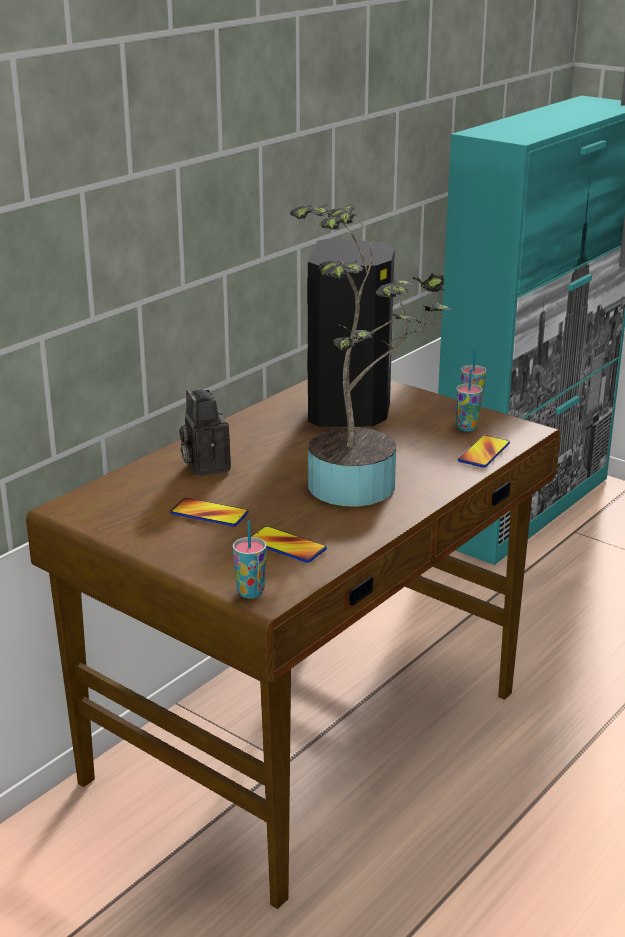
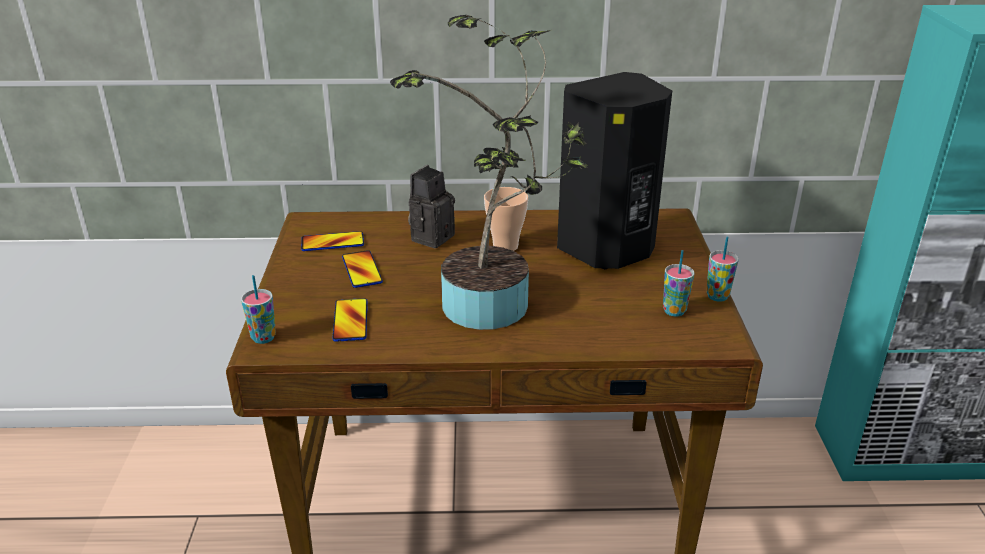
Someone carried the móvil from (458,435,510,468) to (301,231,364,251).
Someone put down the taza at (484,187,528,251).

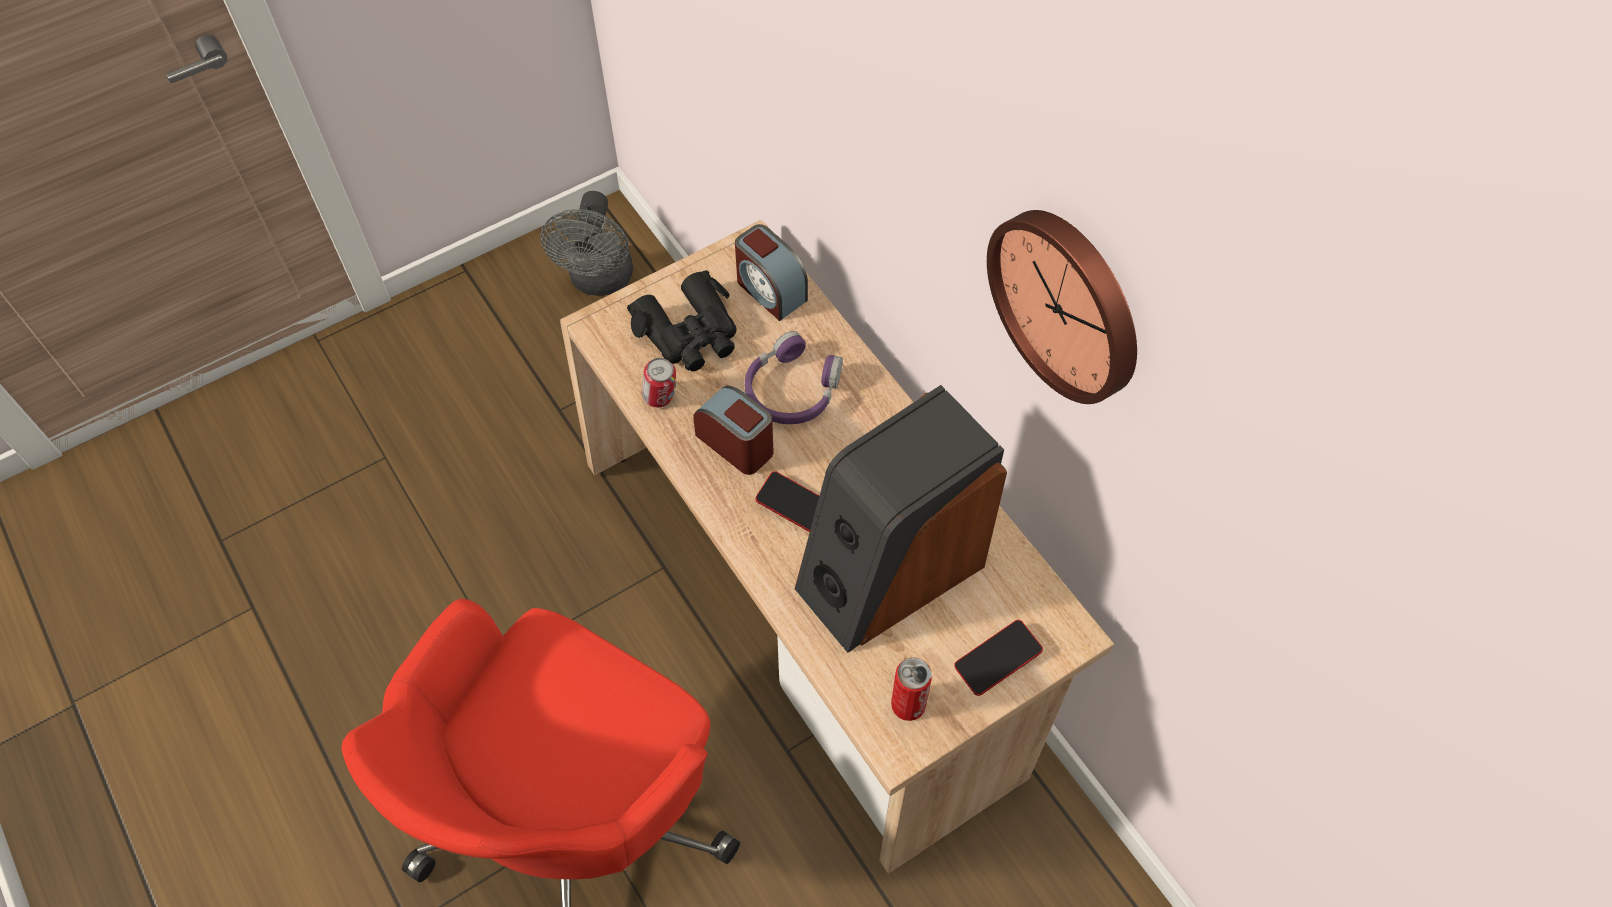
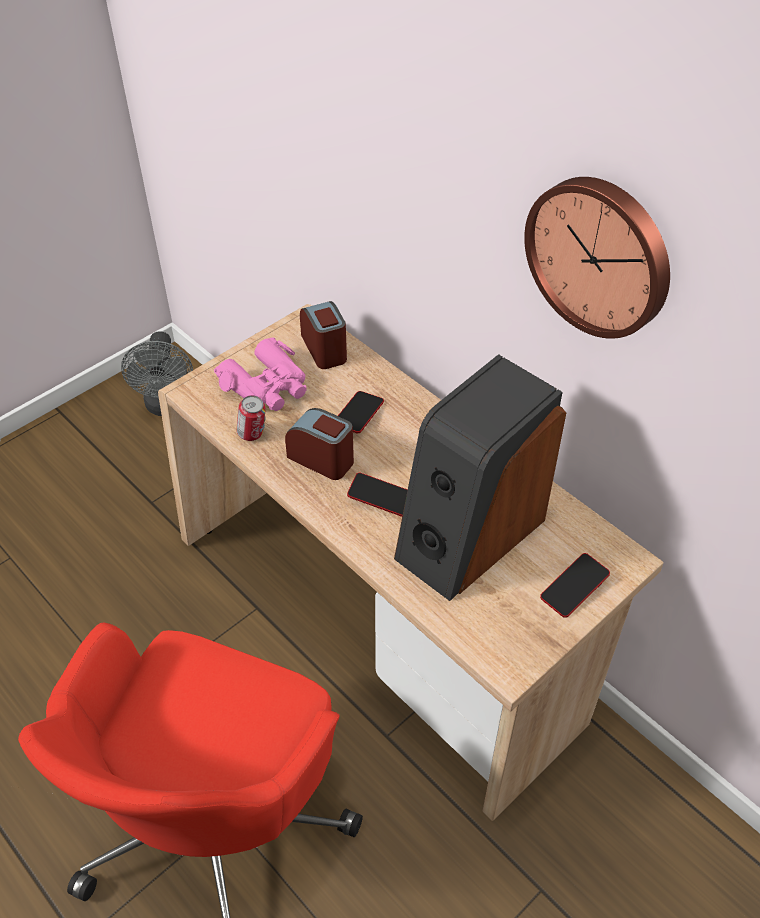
Someone repainted the prismáticos [negro] at (627,270,737,371), which became the prismáticos [rosa] at (214,337,307,411).
Someone rotated the despertador at (735,224,808,321) by 150 degrees counterclockwise.
Someone swapped the auriculares [morado] at (745,331,843,424) for the móvil at (338,391,384,433).
Someone took away the lata at (891,657,932,721).

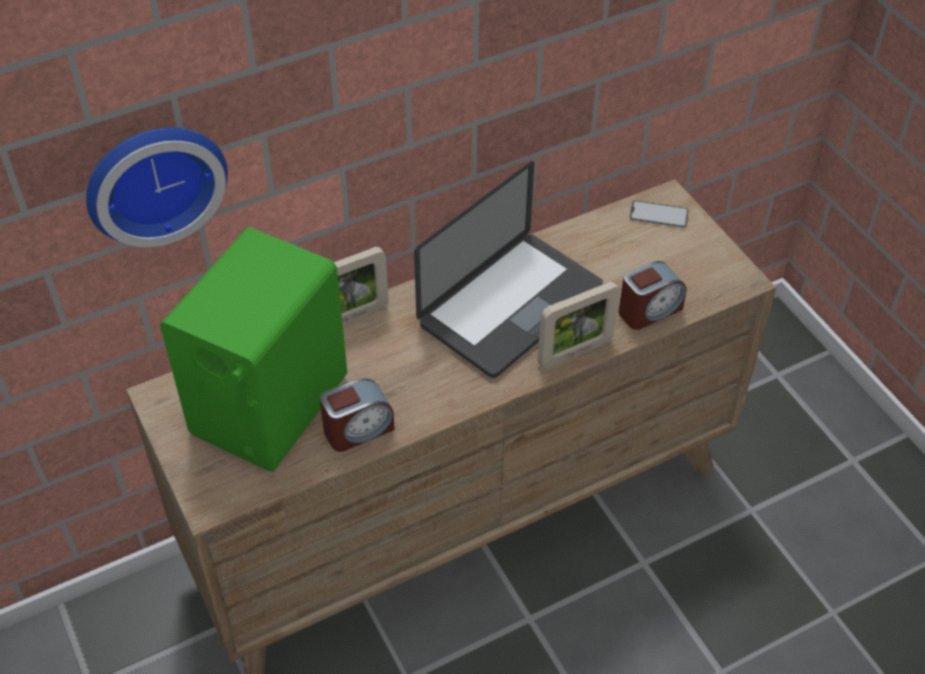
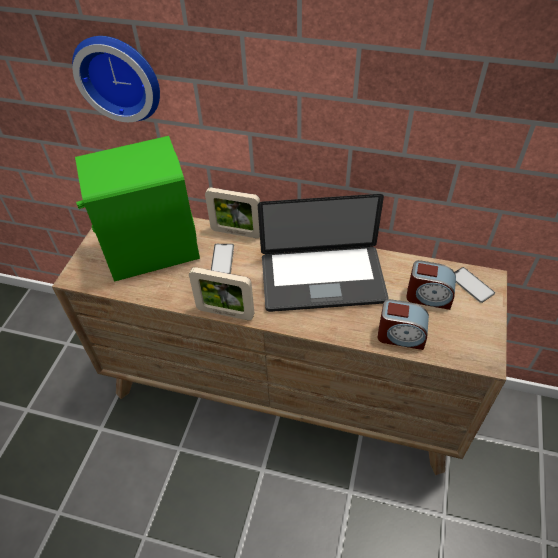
Someone carried the portarretratos from (538,281,620,368) to (189,267,254,320).
Someone put down the móvil at (211,244,234,274).
Someone carried the despertador from (320,378,395,452) to (406,260,456,310).

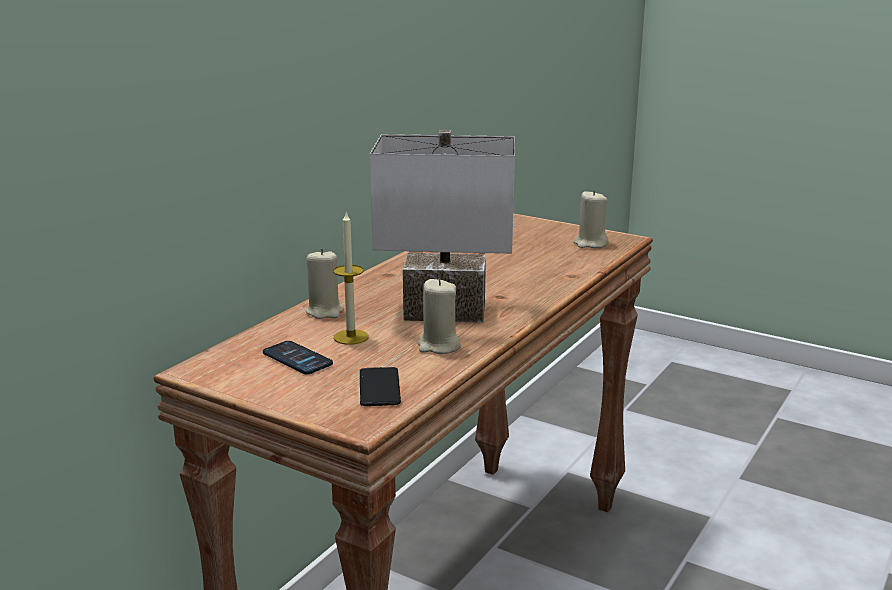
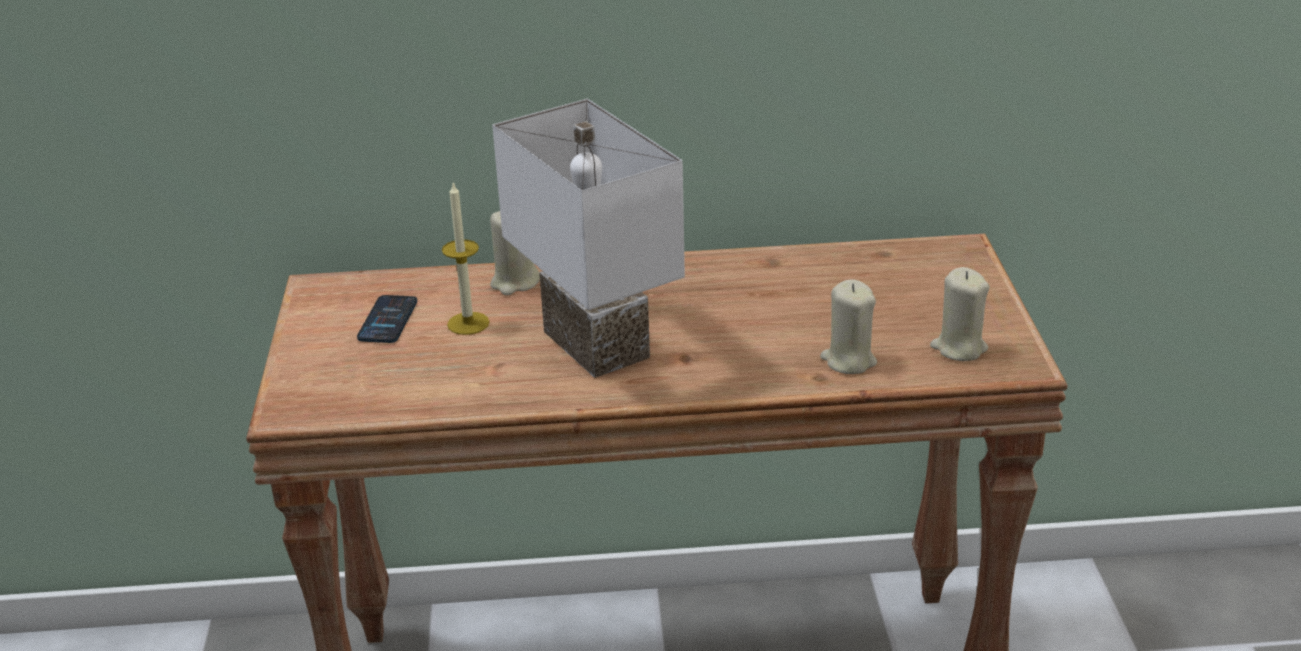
Someone carried the vela [beis] from (418,279,461,354) to (820,279,877,374).
Someone took away the móvil at (360,367,401,406).

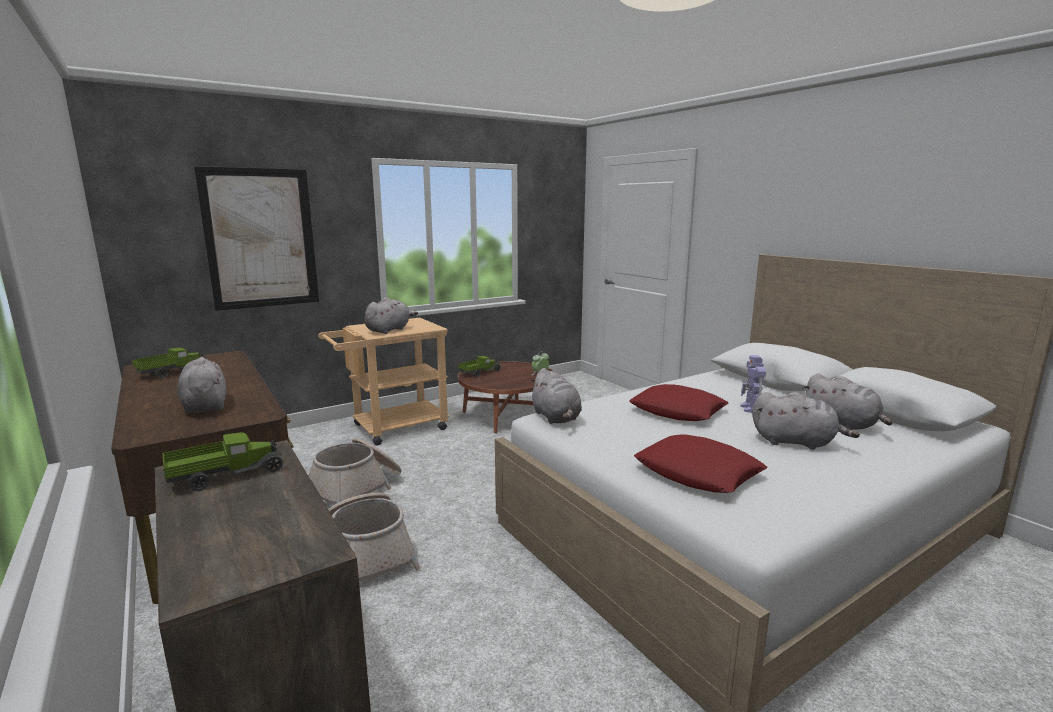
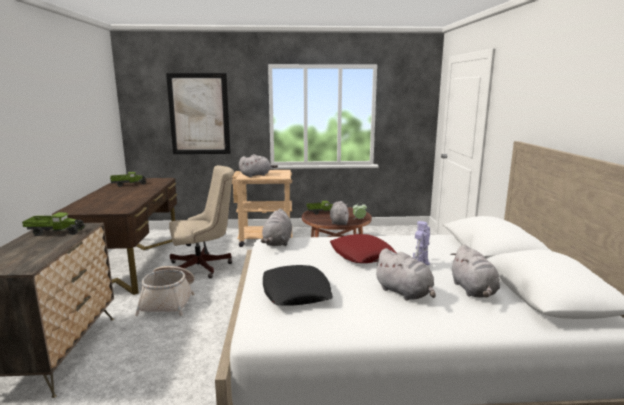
Someone swapped the cesta at (308,438,401,505) for the silla de oficina [beis] at (169,165,234,278).
Someone repainted the cojín [rojo] at (634,435,767,493), which became the cojín [negro] at (263,265,333,306).
Someone carried the peluche [gris] from (177,357,226,414) to (330,201,349,225).

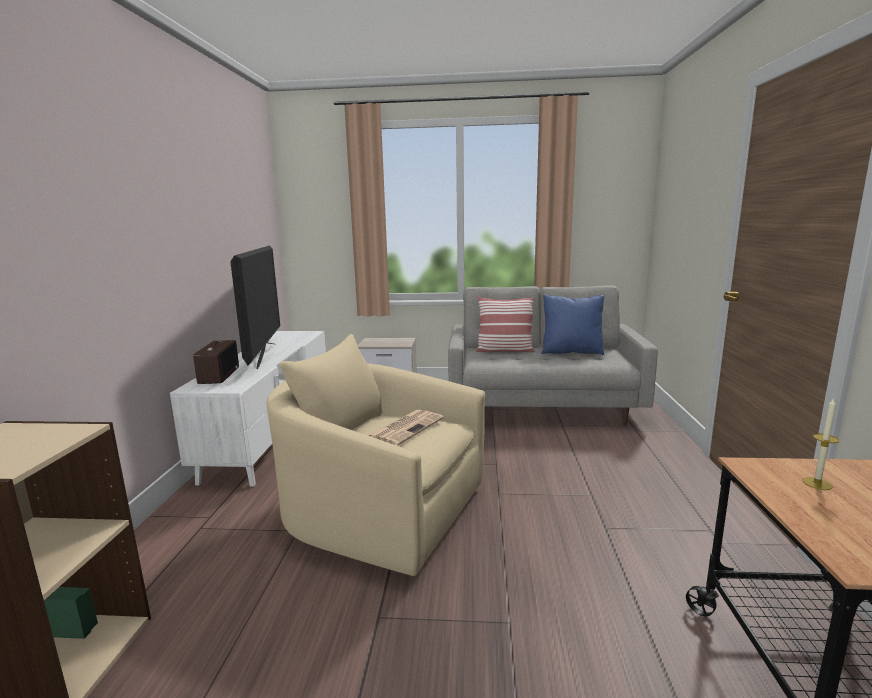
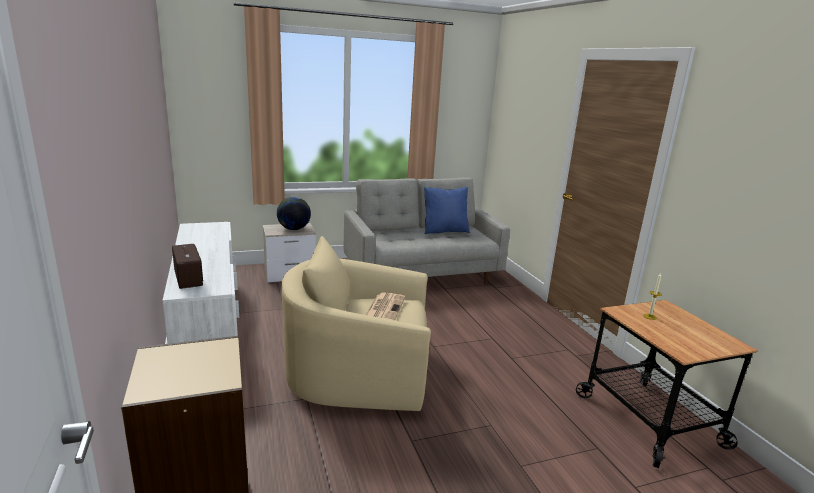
Someone put down the globo terráqueo at (277,197,311,230).
Someone took away the televisor at (230,246,280,369).
Someone took away the cojín at (476,297,535,352).

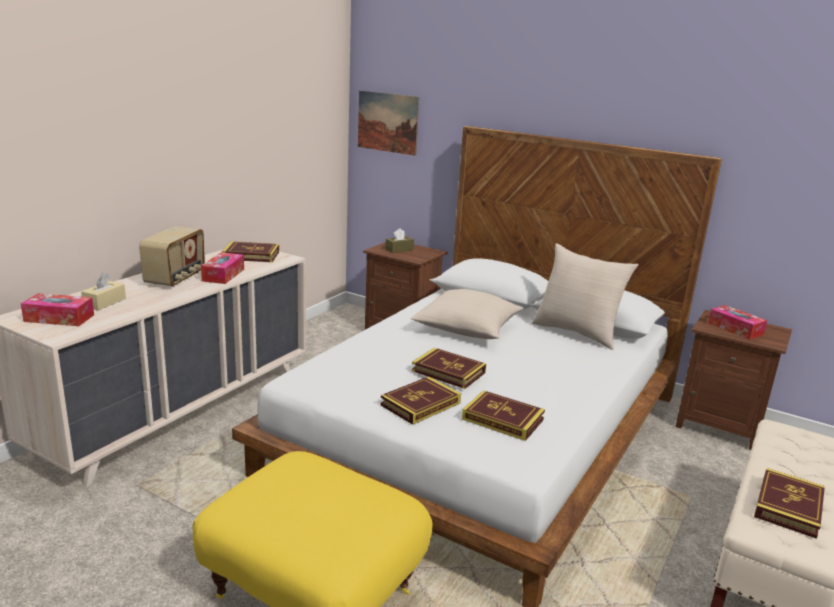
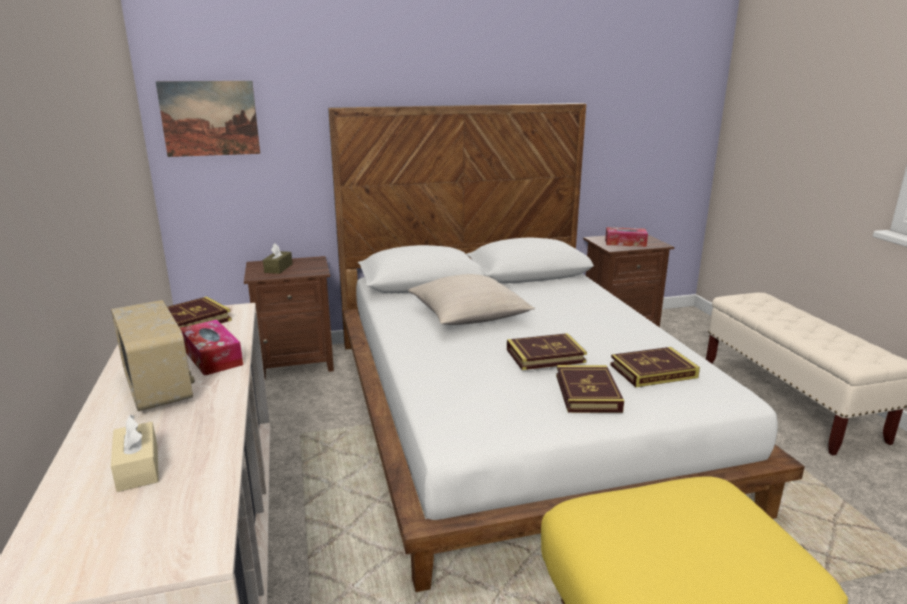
Someone took away the caja de pañuelos at (21,293,94,326).
Someone took away the cojín [beis] at (532,243,639,350).
Someone took away the libro at (754,468,825,539).

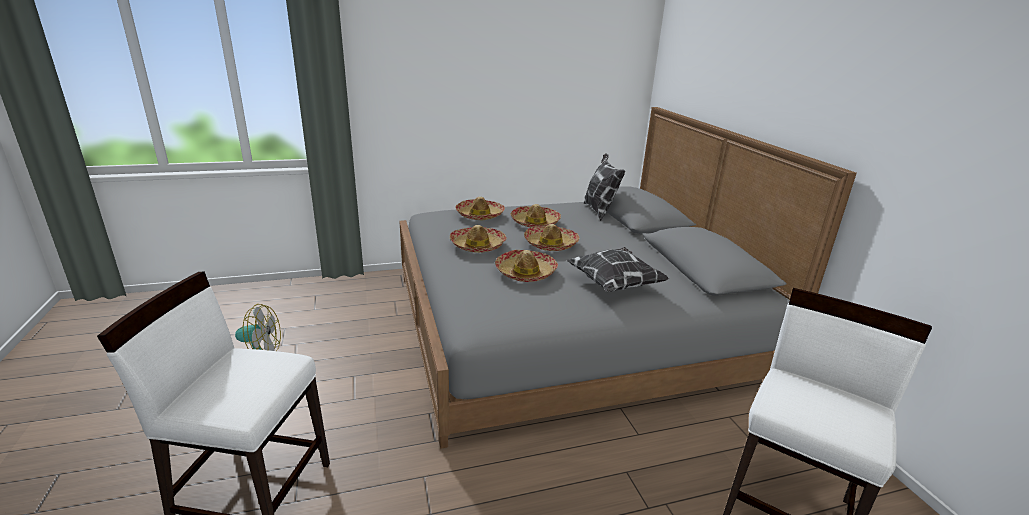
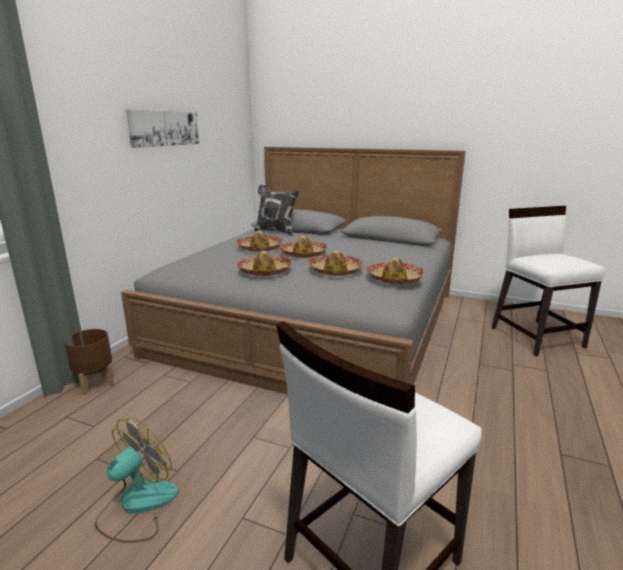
Someone put down the maceta [marrón] at (64,329,114,395).
Someone put up the cuadro at (126,109,199,148).
Someone carried the sombrero from (456,197,505,220) to (366,258,425,285).
Someone took away the cojín at (567,247,669,292).

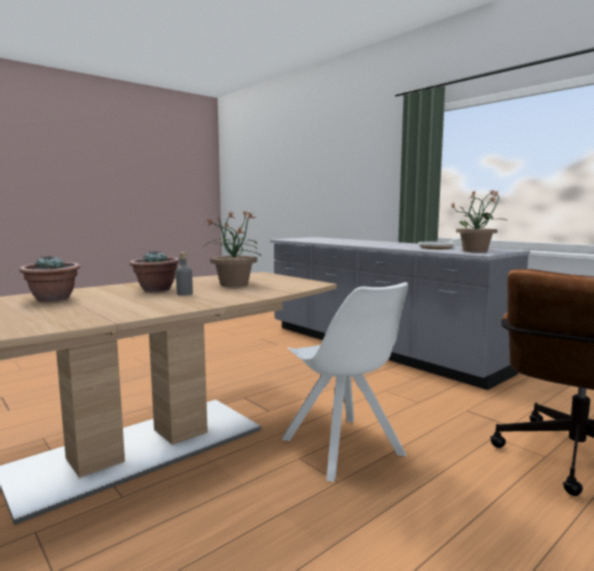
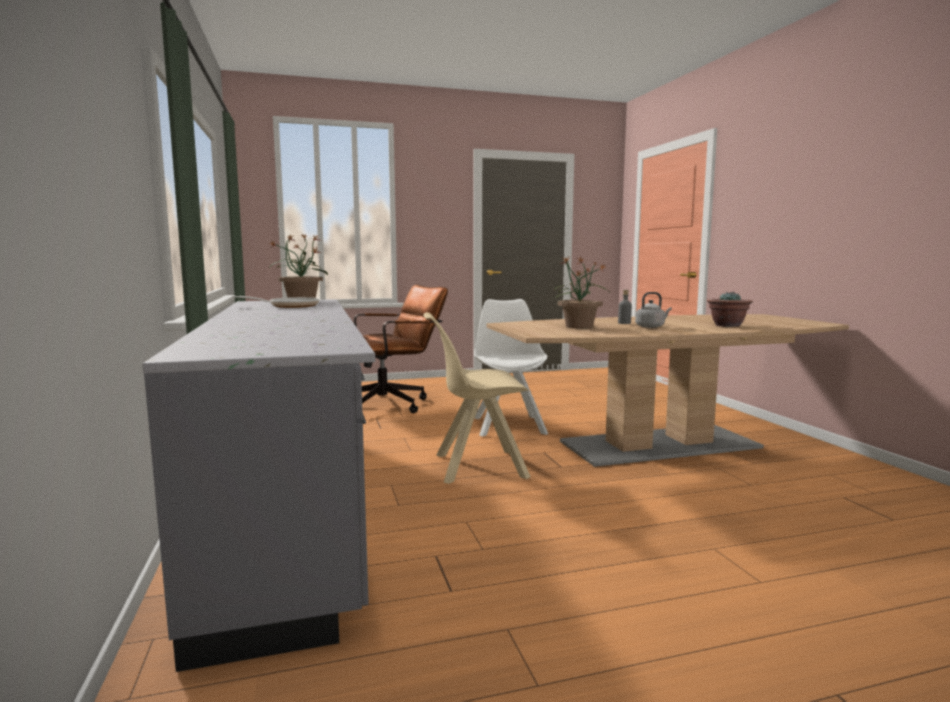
Someone put down the silla [beis] at (424,312,531,484).
Someone swapped the planta en maceta at (129,251,180,292) for the hervidor [gris] at (635,292,672,328).

